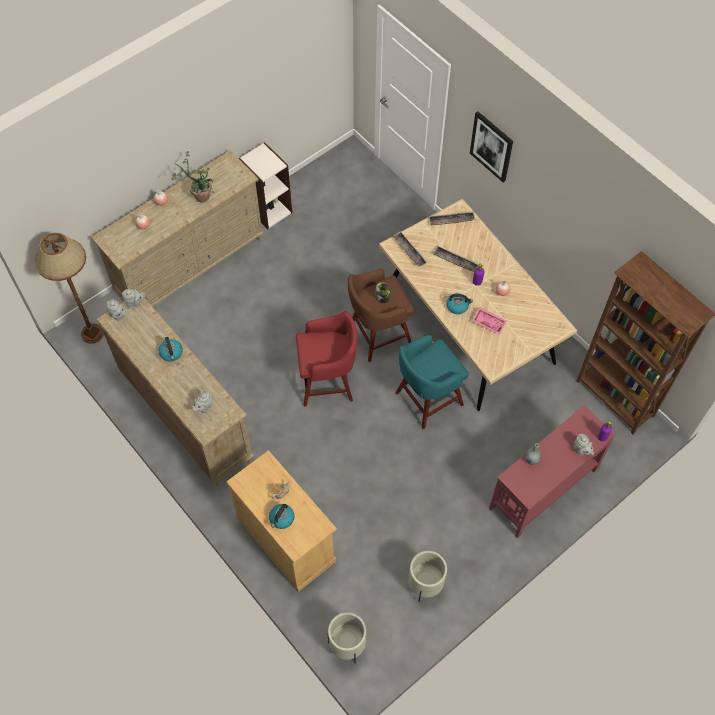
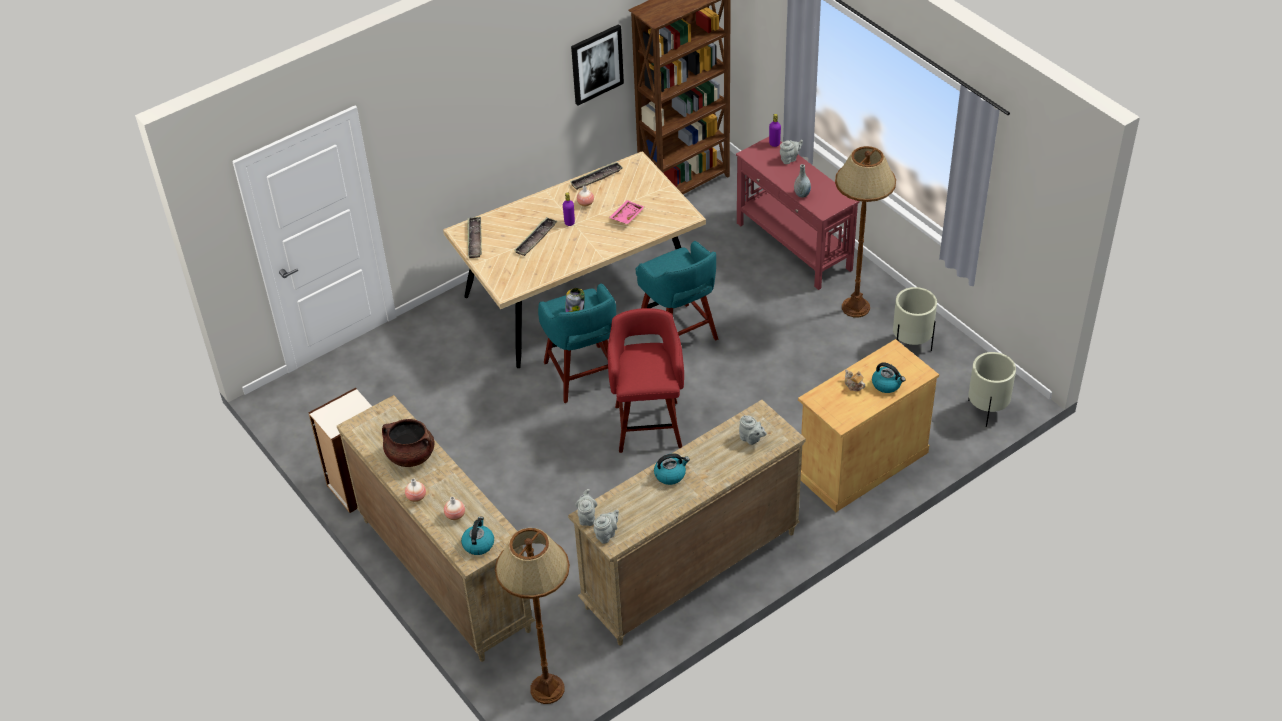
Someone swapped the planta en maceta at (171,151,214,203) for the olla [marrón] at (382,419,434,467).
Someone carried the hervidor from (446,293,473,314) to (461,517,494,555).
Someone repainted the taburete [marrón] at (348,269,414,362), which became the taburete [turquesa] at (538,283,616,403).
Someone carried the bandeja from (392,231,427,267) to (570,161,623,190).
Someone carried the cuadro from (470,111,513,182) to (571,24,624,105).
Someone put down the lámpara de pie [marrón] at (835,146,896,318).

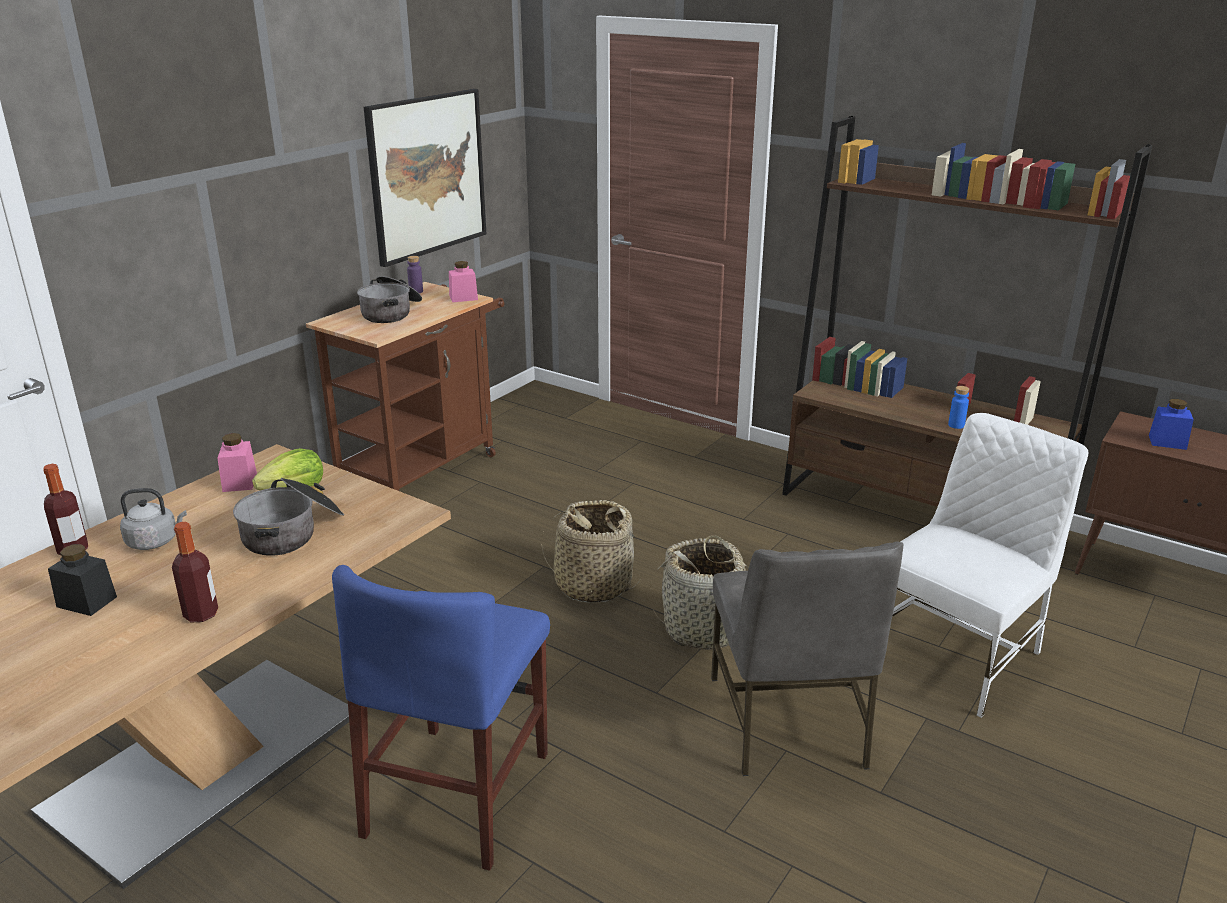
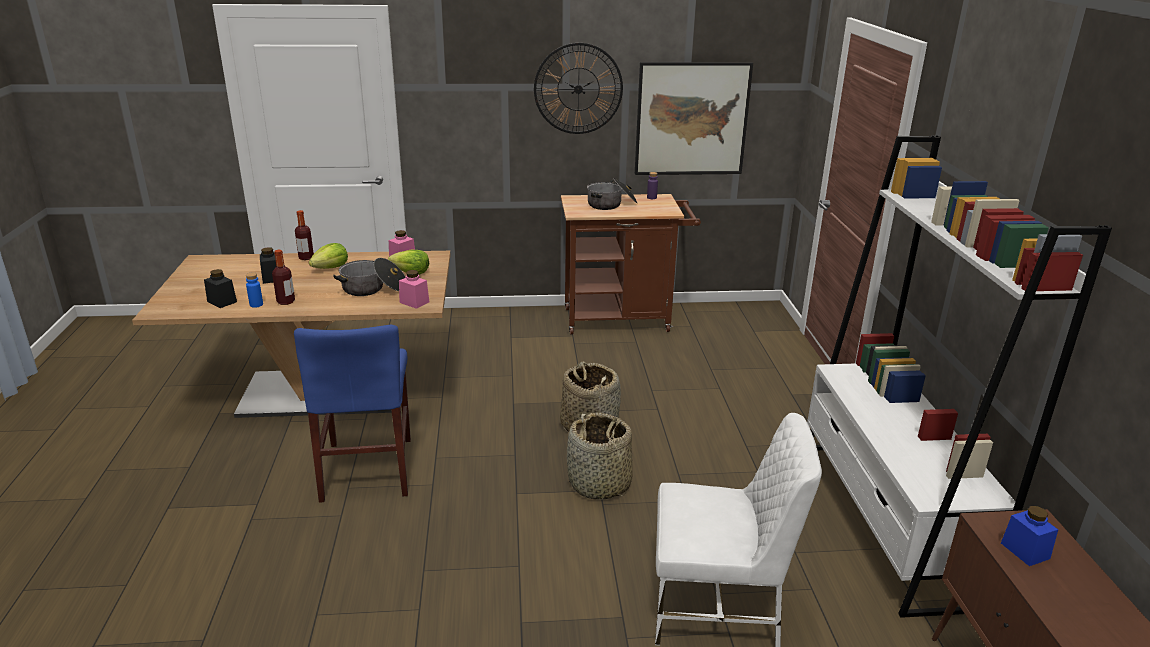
Someone put down the tarro [negro] at (204,269,237,308).
Someone carried the botella [azul] from (948,386,969,429) to (246,272,263,308).
Someone rotated the silla [azul] at (332,565,550,871) by 75 degrees counterclockwise.
Someone swapped the hervidor [gris] at (120,488,187,550) for the lechuga at (309,243,348,269).
Someone carried the tarro [rosa] from (449,261,478,302) to (399,270,429,309).
Someone put up the reloj de pared at (534,43,623,134).
Someone repainted the estantería [marrón] at (782,116,1152,507), which became the estantería [blanco] at (807,135,1112,618).
Someone took away the silla [gris] at (711,541,904,776).

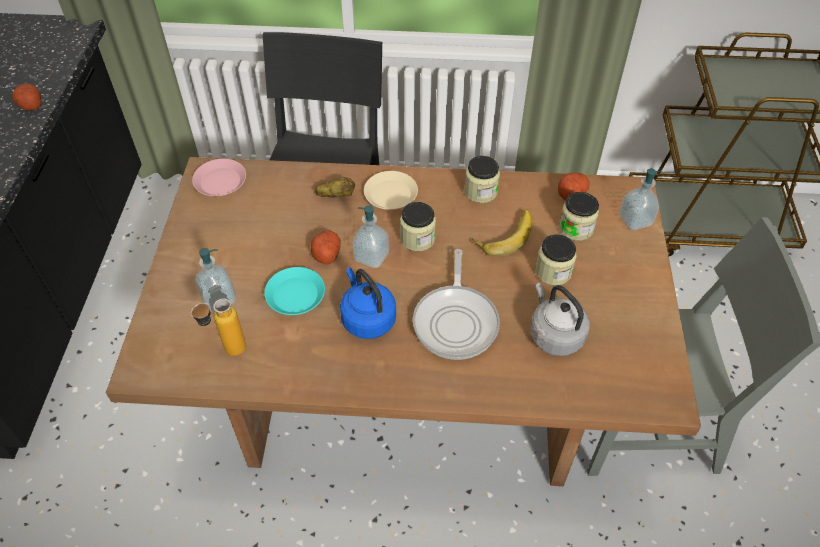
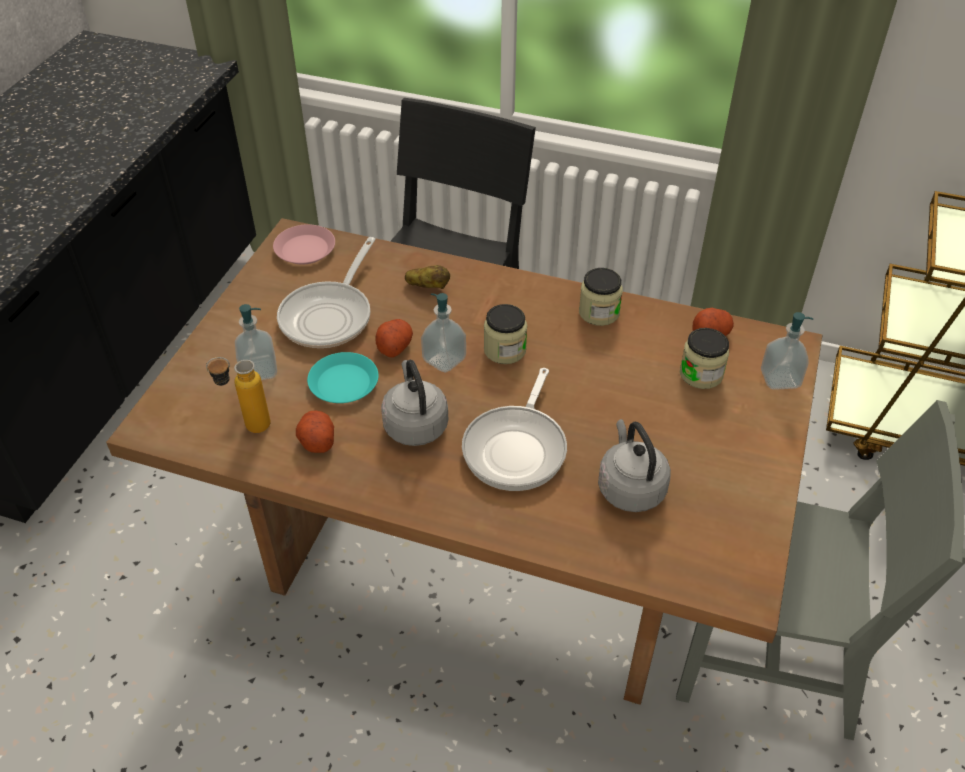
Someone put down the sartén at (277,237,376,348).
Someone carried the patata from (12,83,41,111) to (296,410,334,453).
Someone repainted the hervidor [azul] at (340,267,396,339), which became the hervidor [gris] at (381,360,448,446).
Someone took away the plato [beis] at (364,171,418,210).
Someone took away the plátano at (472,209,532,257).
Someone took away the tarro at (535,234,577,285).

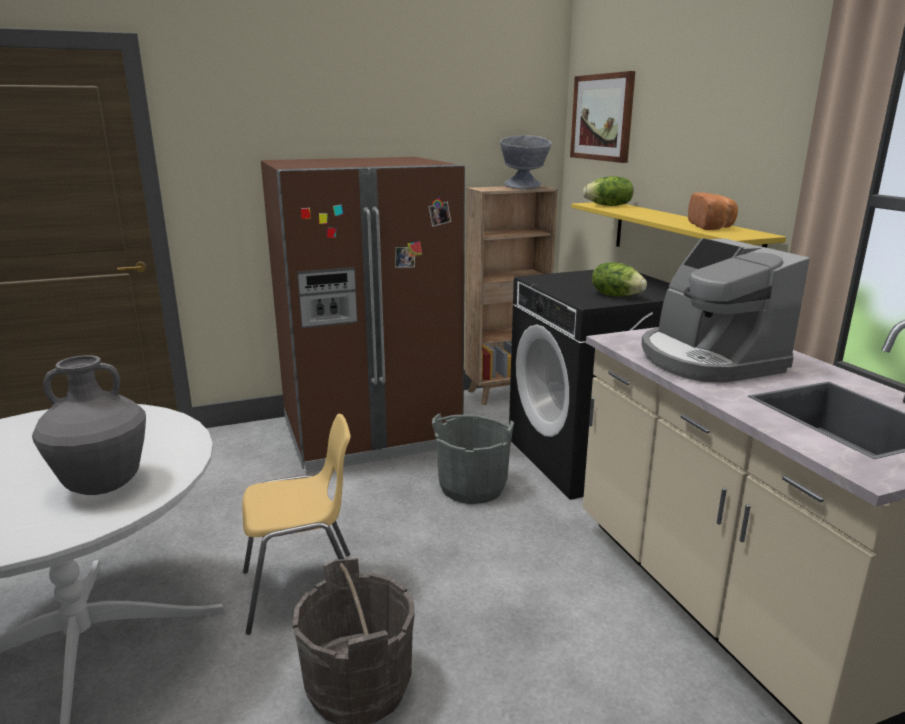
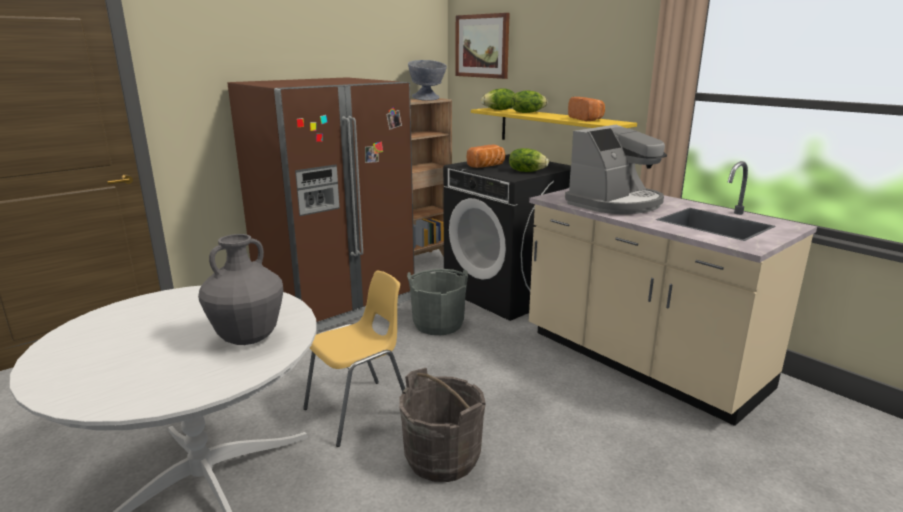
Someone put down the pan at (467,144,505,168).
Someone put down the lechuga at (511,90,547,113).
Someone rotated the cafetera at (641,238,810,383) by 90 degrees counterclockwise.

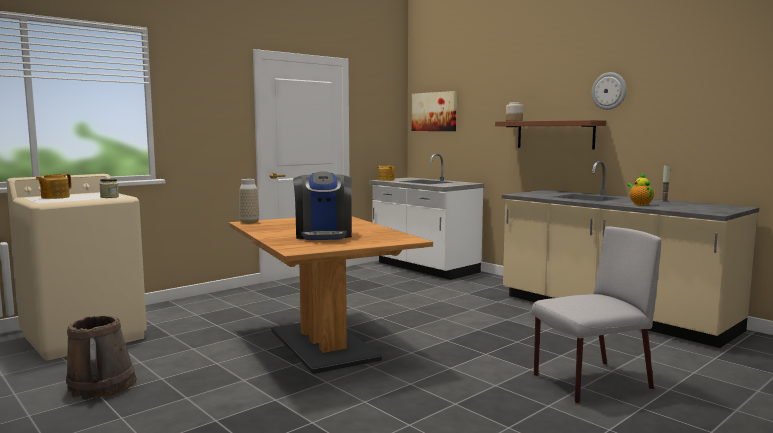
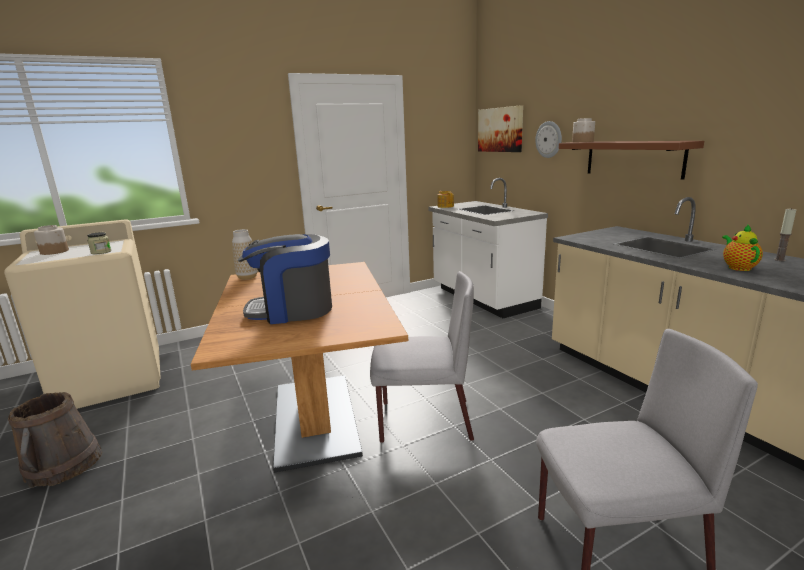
Someone swapped the tetera at (36,174,71,199) for the tarro at (34,225,69,255).
Someone rotated the cafetera at (293,172,352,240) by 75 degrees clockwise.
Someone put down the silla [gris] at (370,271,474,443).
Someone carried the reloj de pared from (592,72,626,110) to (535,121,562,158).

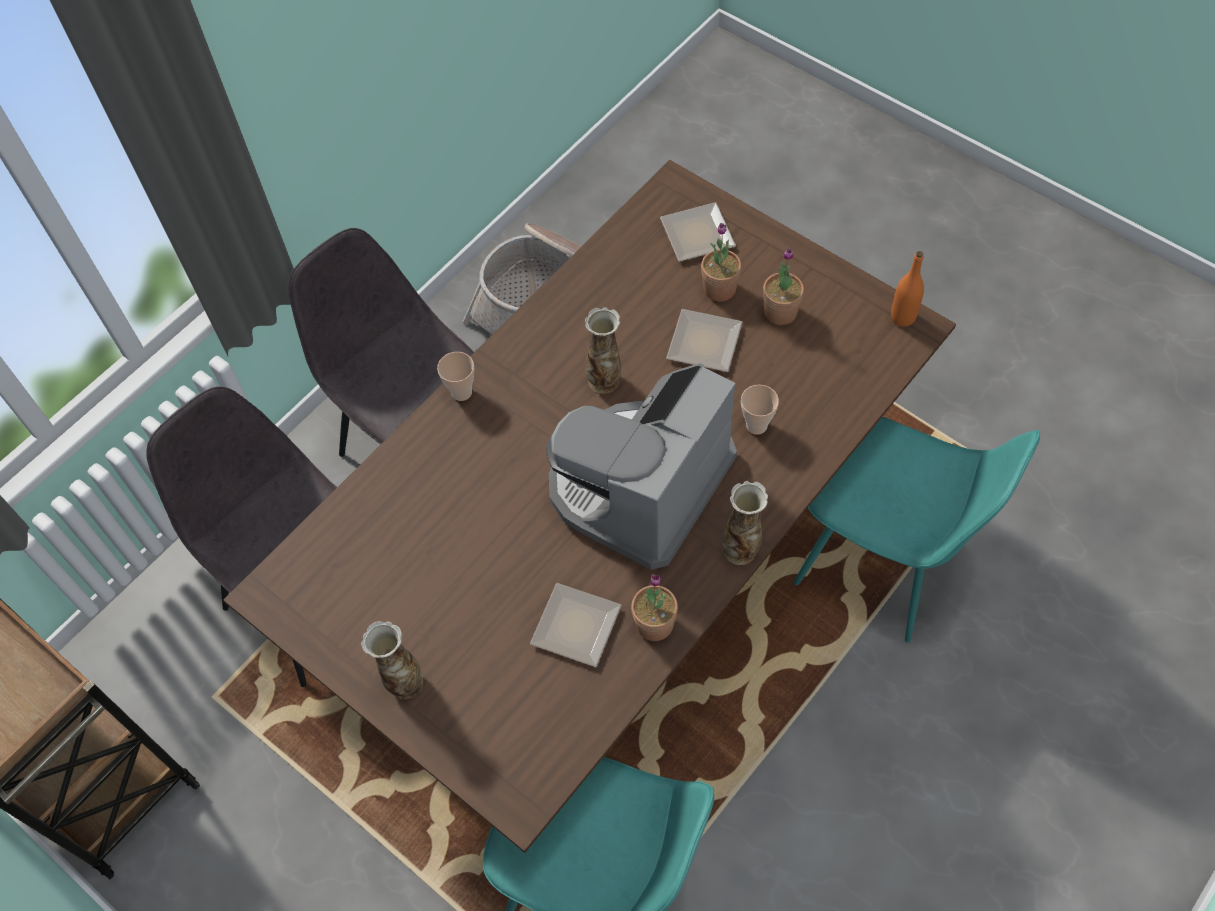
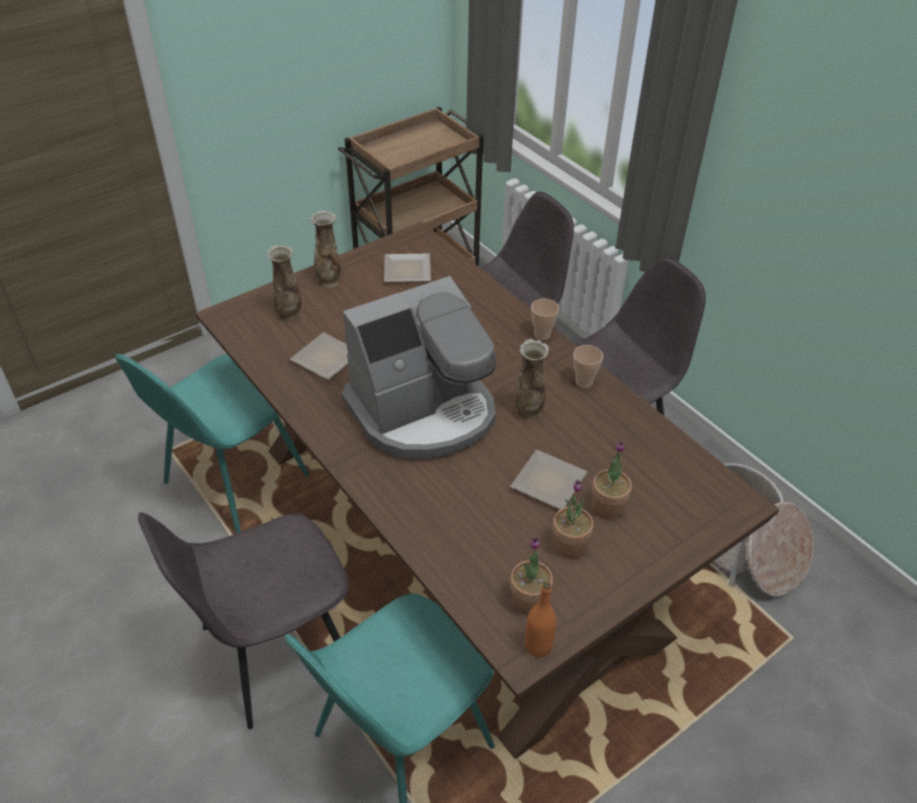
Someone put down the silla [gris] at (138,512,348,729).
Someone carried the florero from (722,481,768,565) to (267,245,301,322).
Someone rotated the cafetera at (546,363,737,570) by 105 degrees clockwise.
Someone carried the plato from (660,202,736,262) to (384,254,431,282).
Someone carried the planta en maceta from (631,574,678,641) to (510,537,553,615).
Someone carried the taza from (741,385,779,435) to (573,345,603,388).

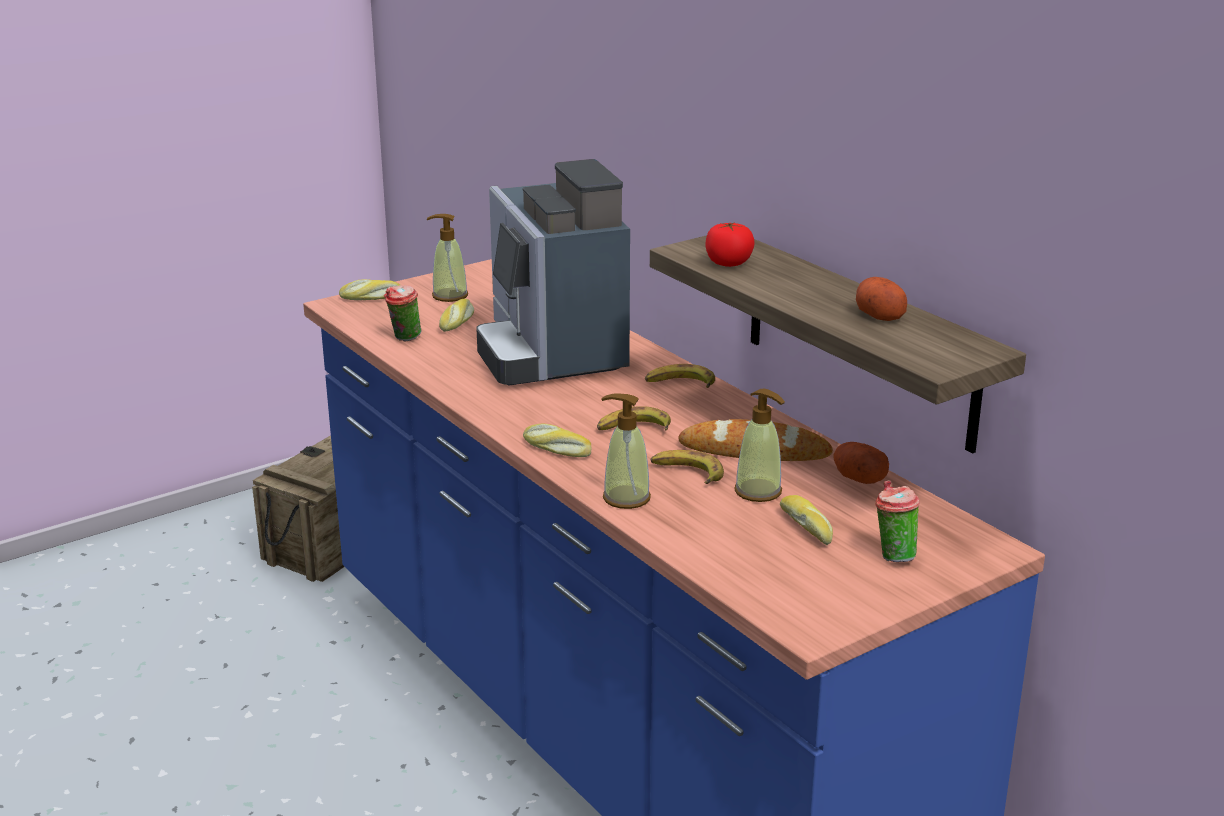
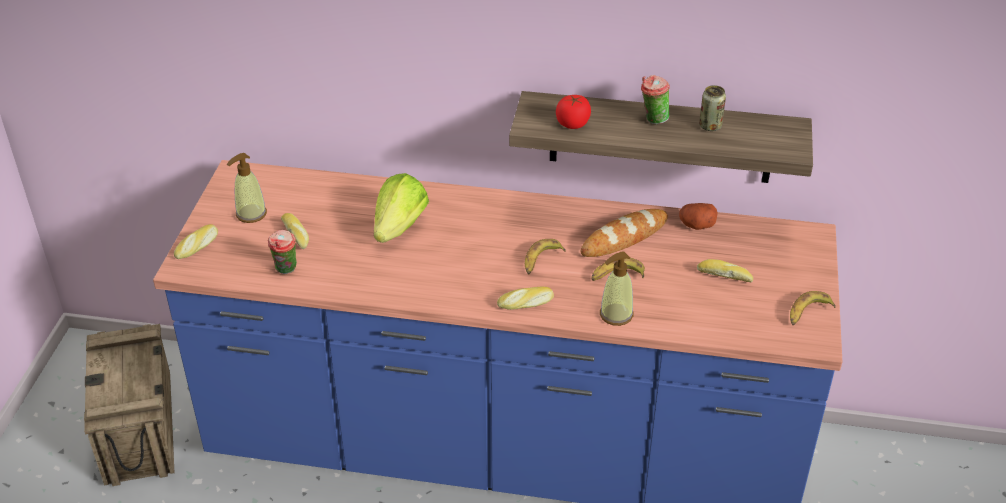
Someone swapped the cafetera at (476,159,630,386) for the lechuga at (374,173,429,243).
Someone carried the taza from (875,480,920,562) to (641,75,670,125).
Someone swapped the patata at (856,277,907,321) for the lata at (699,85,726,131).
Someone carried the plátano from (645,364,715,388) to (790,291,836,325).
Someone took away the dispensador de jabón at (734,389,785,502).

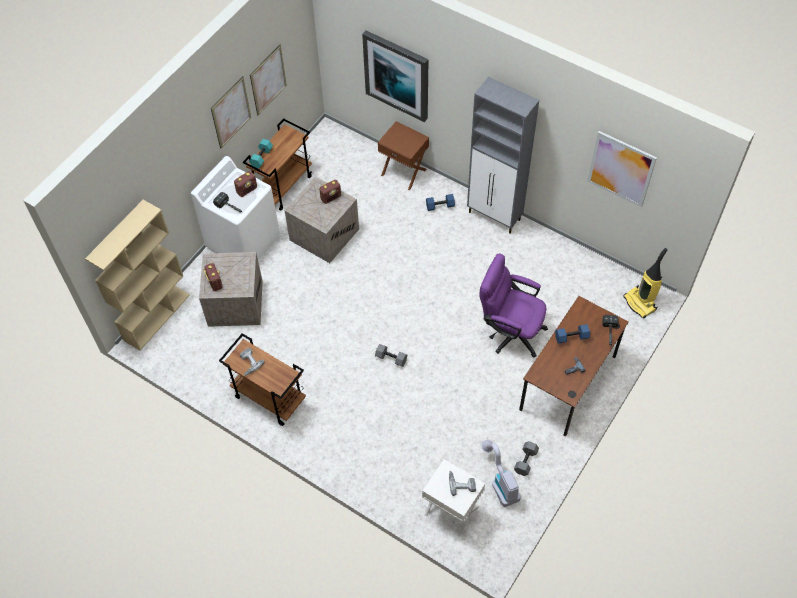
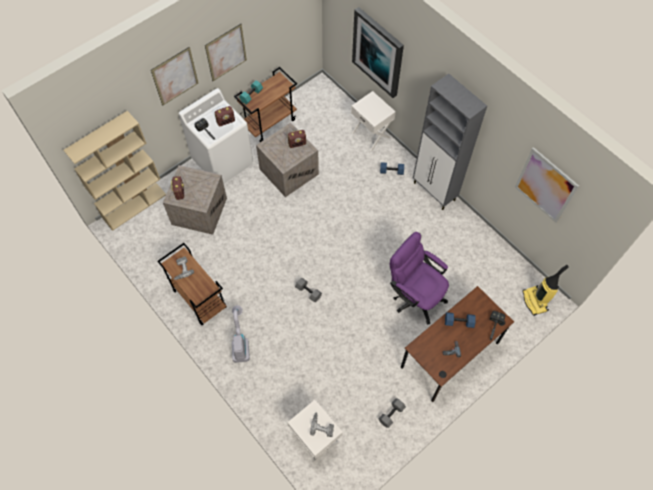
Someone carried the cuadro from (250,45,287,115) to (151,47,198,106).
Someone carried the aspiradora from (481,440,521,507) to (232,305,250,363).
Someone repainted the mesita de noche [marrón] at (378,121,429,190), which became the mesita de noche [blanco] at (351,91,396,151).

